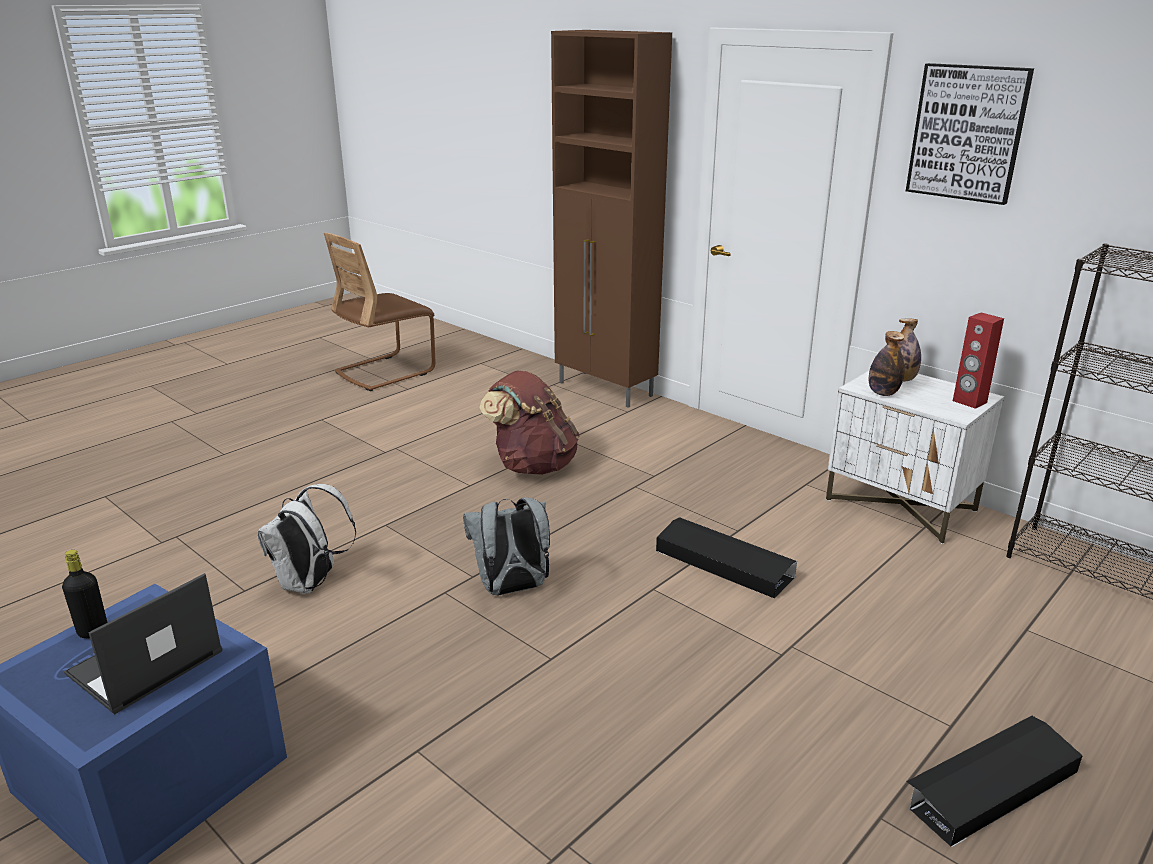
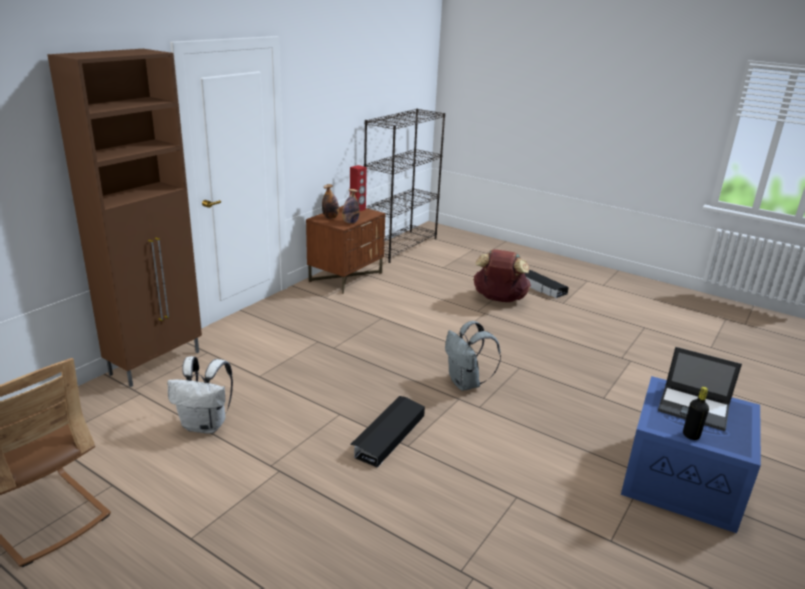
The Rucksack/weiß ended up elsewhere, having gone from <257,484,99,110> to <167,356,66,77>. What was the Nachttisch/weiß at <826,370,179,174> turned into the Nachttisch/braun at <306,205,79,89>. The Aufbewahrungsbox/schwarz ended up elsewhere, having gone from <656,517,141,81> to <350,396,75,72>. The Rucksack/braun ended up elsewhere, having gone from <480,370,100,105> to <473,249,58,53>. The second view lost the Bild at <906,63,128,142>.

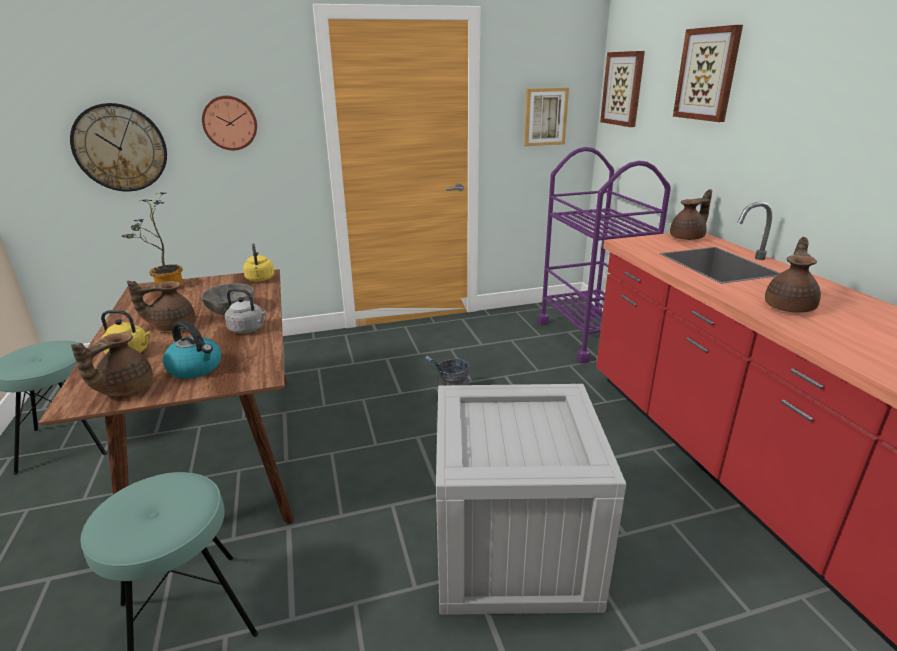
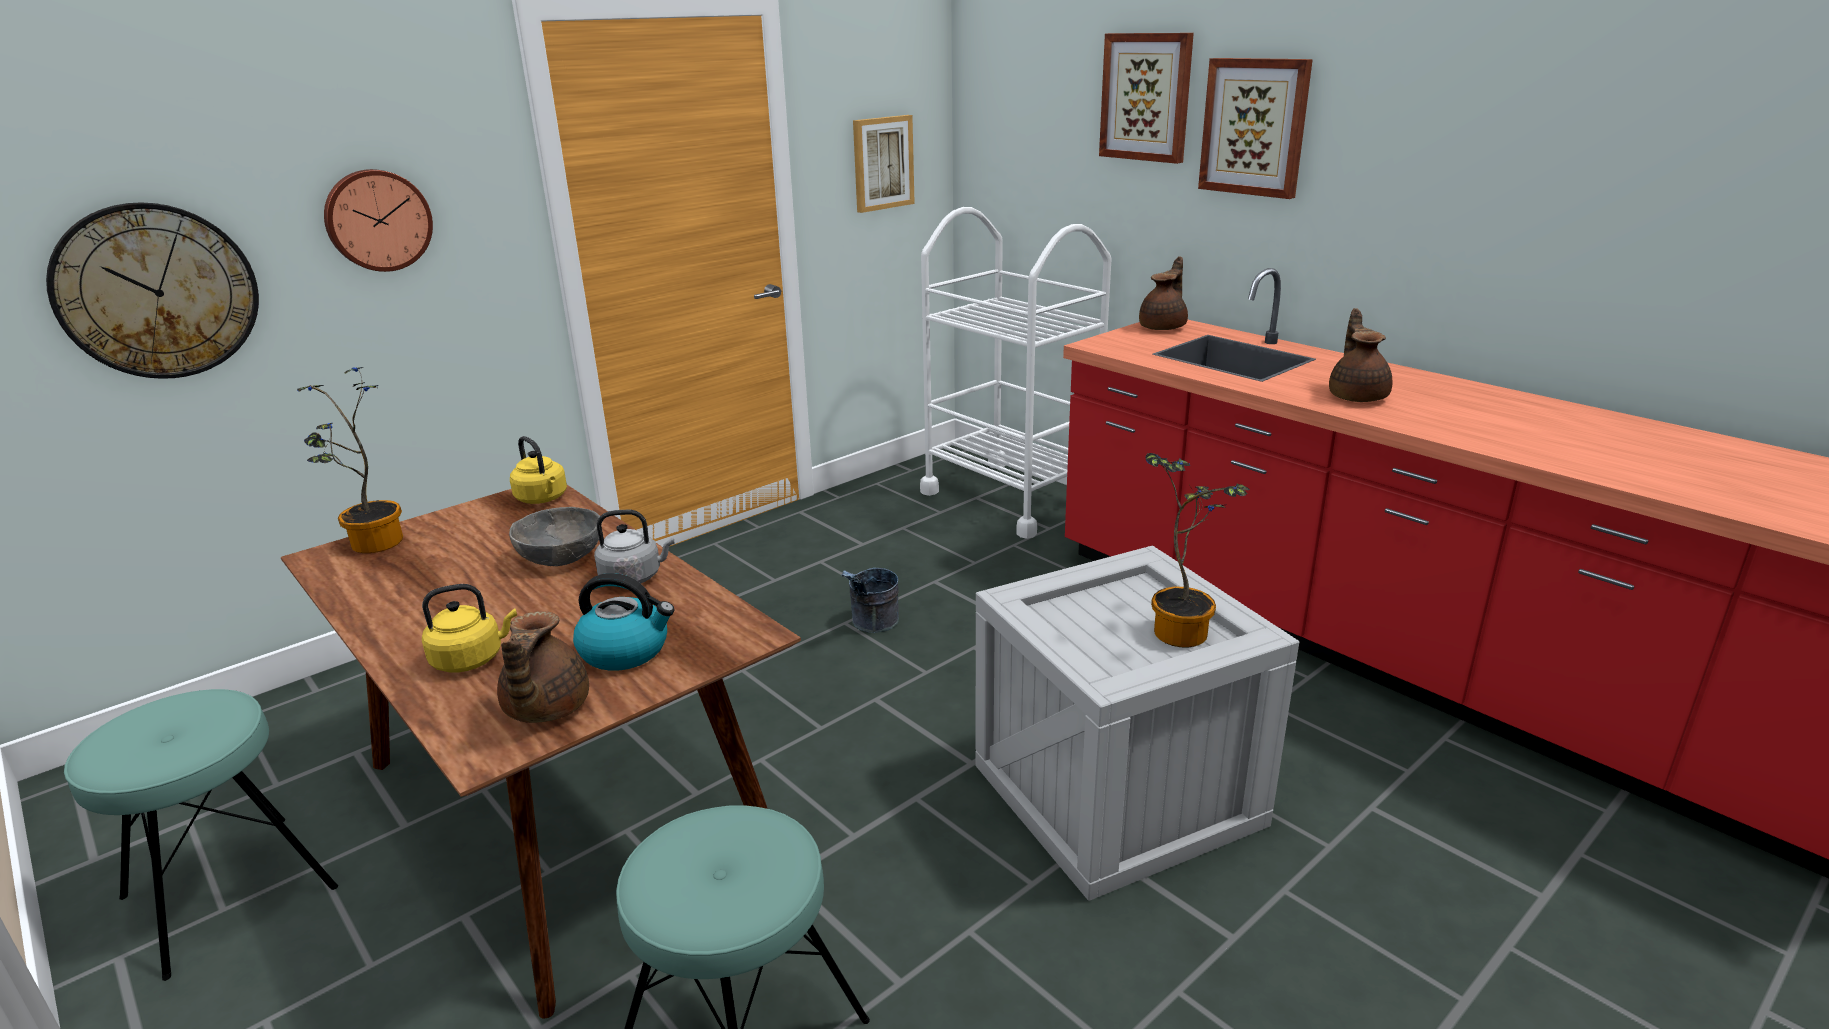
What was the Rollwagen/lila at <537,147,134,217> turned into the Rollwagen/weiß at <920,207,192,332>. The second view gained the Topfpflanze at <1146,453,104,194>. The Bild ended up elsewhere, having gone from <600,51,45,76> to <1198,58,115,141>. The second view lost the Teekanne/braun at <127,280,68,51>.

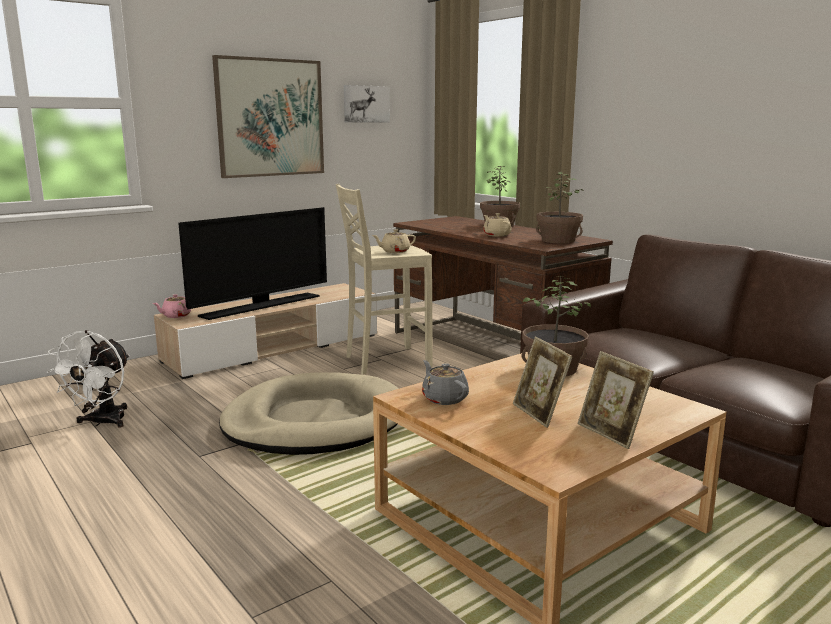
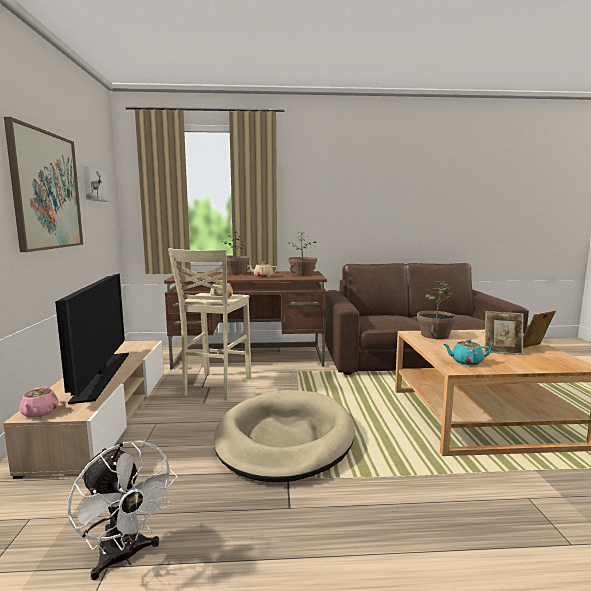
What was the Teekanne/grau at <422,360,47,45> turned into the Teekanne/türkis at <443,339,48,26>. The Bilderrahmen at <578,351,76,98> ended up facing another way, 150 degrees clockwise from before.

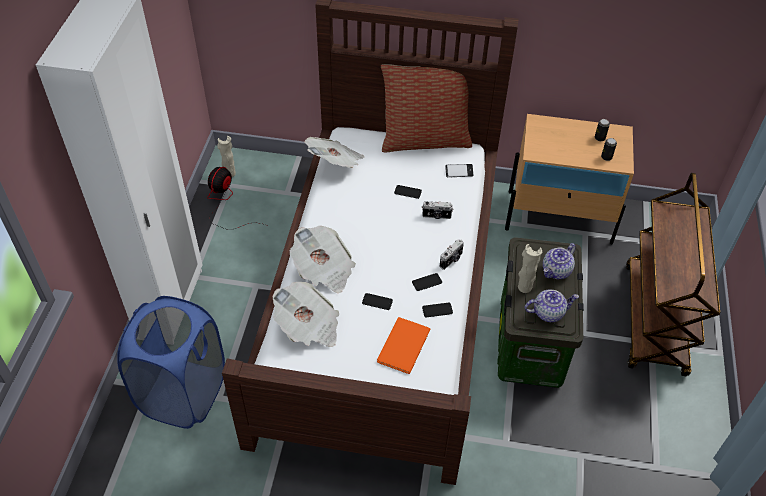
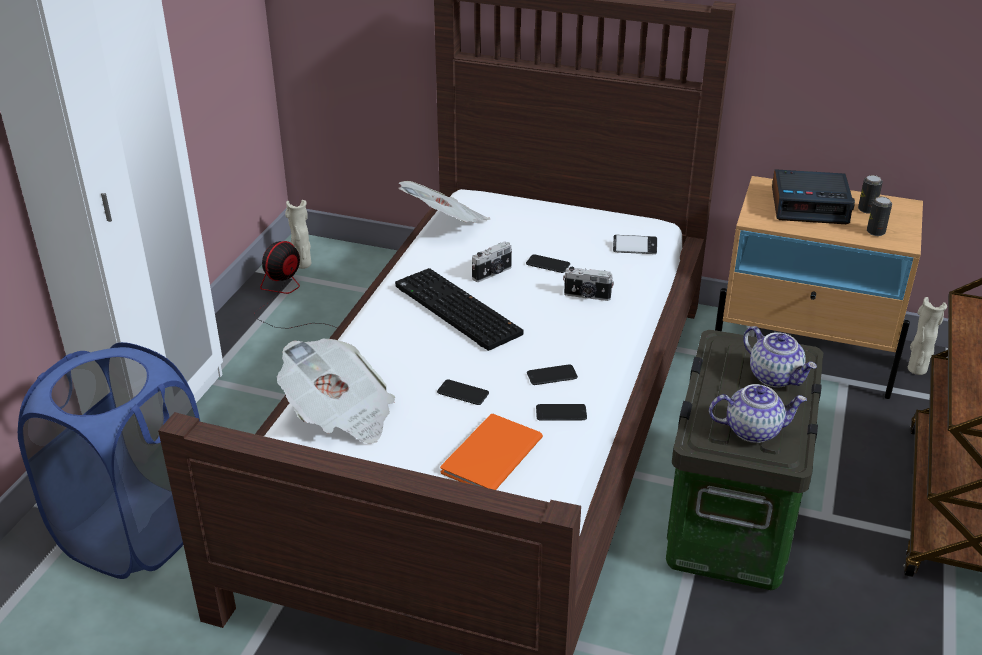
The second view gained the Tastatur at <395,268,129,83>. The Kamera ended up elsewhere, having gone from <440,239,24,31> to <472,241,40,41>. The Teekanne at <543,243,33,36> ended up facing another way, 90 degrees counterclockwise from before. The second view gained the Wecker at <772,169,83,55>. The Vase/beige ended up elsewhere, having gone from <518,244,24,49> to <908,297,39,78>. The second view lost the Zeitung at <290,226,66,67>. The second view lost the Kissen at <381,64,91,88>.

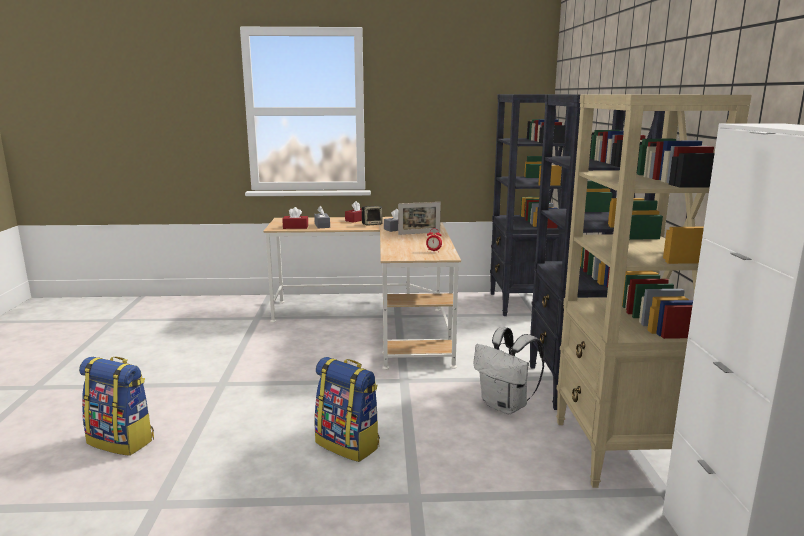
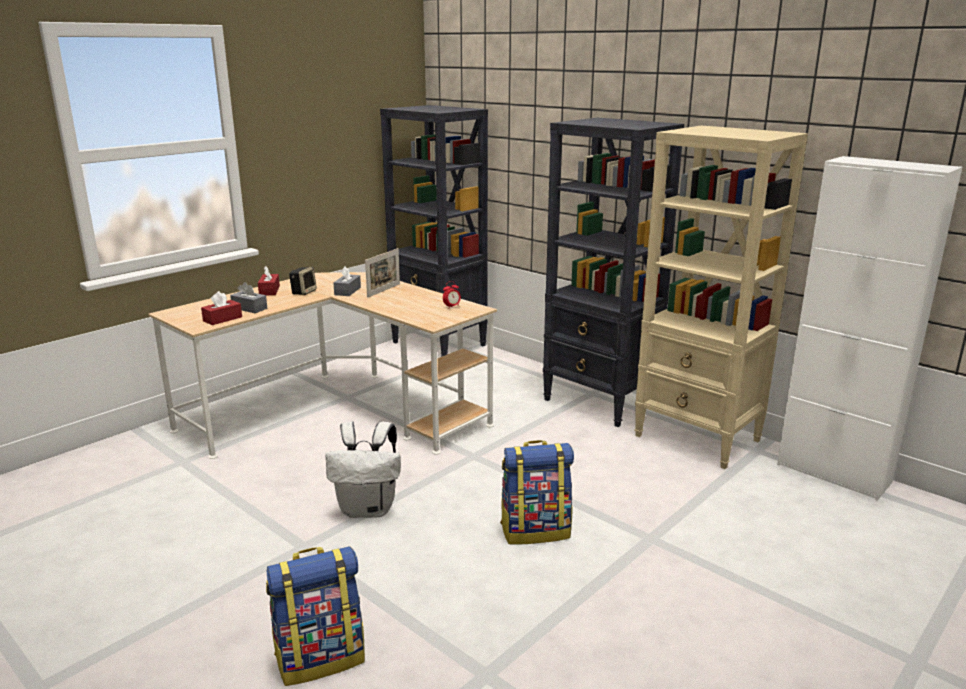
The Rucksack/weiß ended up elsewhere, having gone from <473,327,72,87> to <325,421,76,97>.

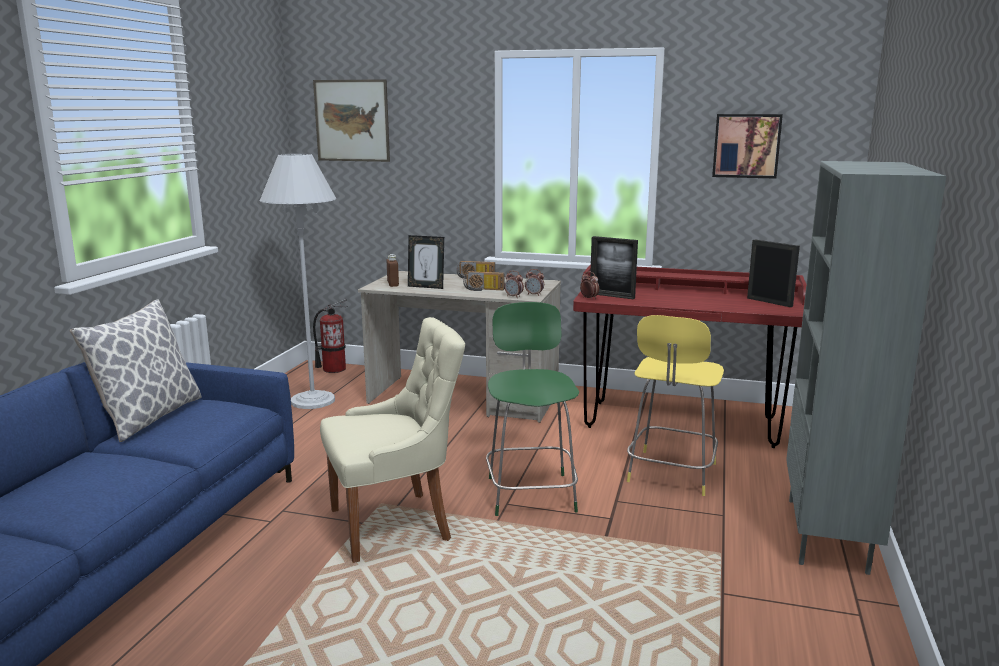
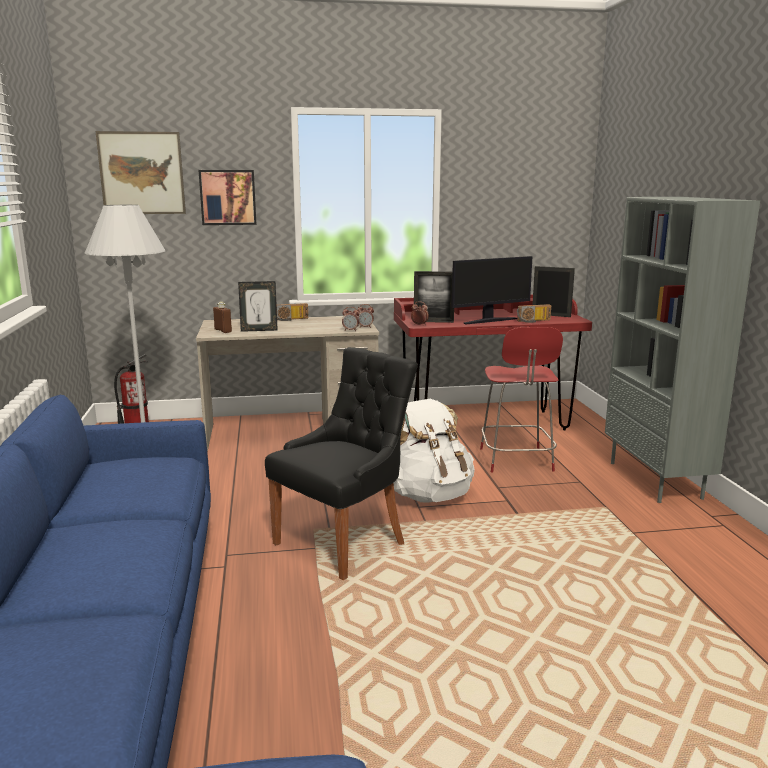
The Bild ended up elsewhere, having gone from <712,114,71,65> to <199,170,57,55>. What was the Stuhl/beige at <320,317,145,246> turned into the Stuhl/schwarz at <265,347,153,233>. Where the Hocker/grün stood at <486,302,93,214>, the Rucksack/weiß came to stand at <394,399,81,103>. The second view gained the Monitor at <451,256,82,68>. What was the Hocker/gelb at <627,315,97,181> turned into the Hocker/rot at <480,327,83,146>. The Radio ended up elsewhere, having gone from <463,271,41,20> to <517,304,34,19>. The second view lost the Kissen at <70,300,131,142>.

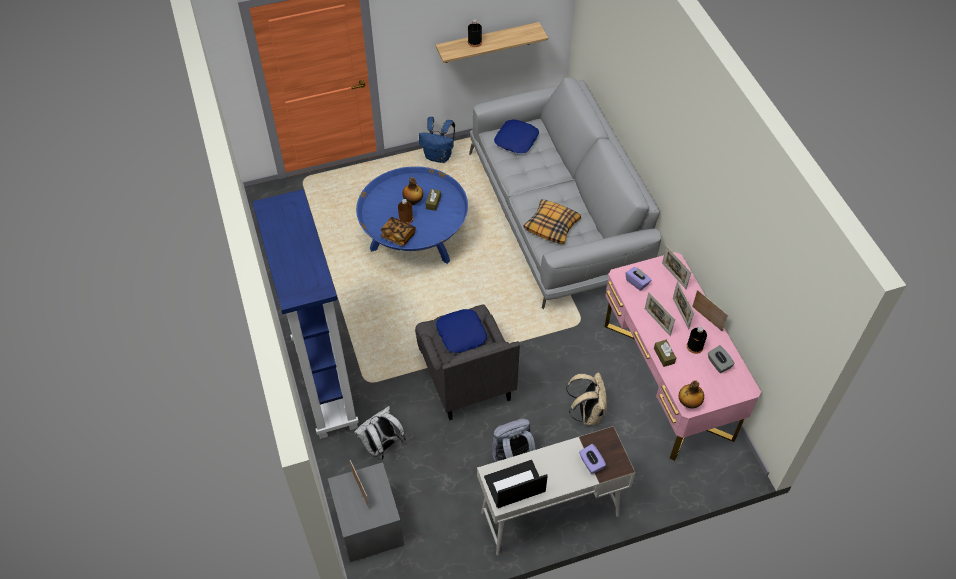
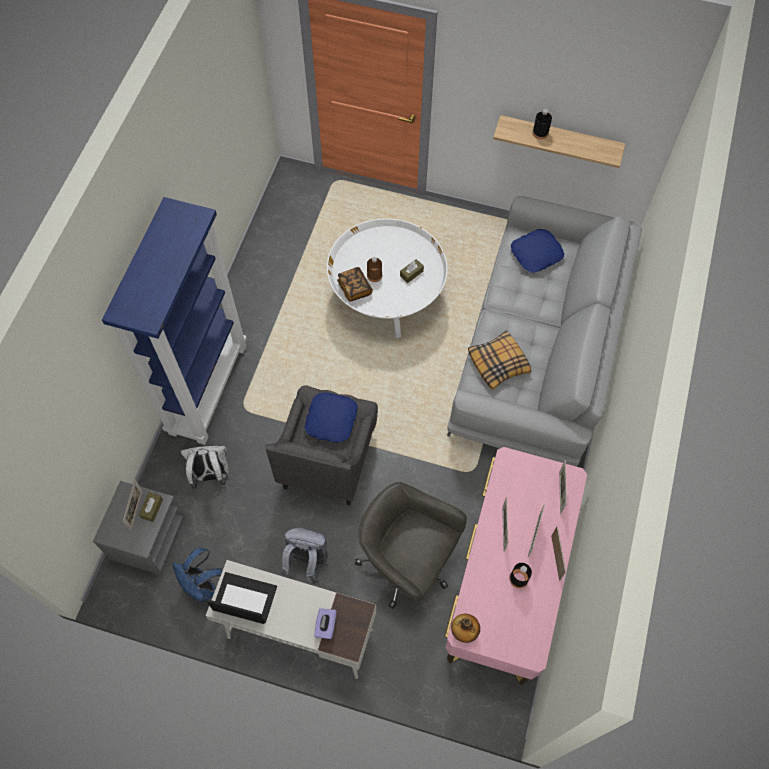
The Taschentuchbox/braun ended up elsewhere, having gone from <654,340,22,27> to <139,492,24,30>. The Rucksack/blau ended up elsewhere, having gone from <419,117,36,46> to <172,548,51,54>. What was the Couchtisch/blau at <356,166,112,98> turned into the Couchtisch/weiß at <327,218,121,120>. Where the Rucksack/beige stood at <566,372,41,53>, the Bürostuhl/grau came to stand at <355,482,112,127>. The second view lost the Flasche at <402,177,21,28>. The second view lost the Taschentuchbox/lila at <625,267,27,24>. The second view lost the Taschentuchbox/grau at <708,345,26,28>.

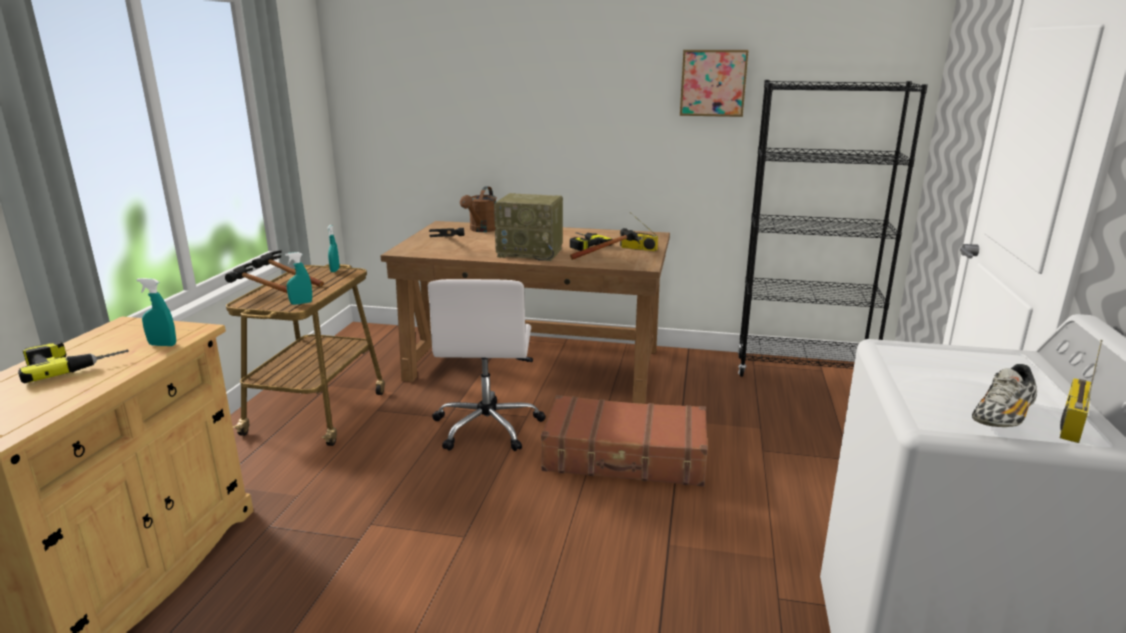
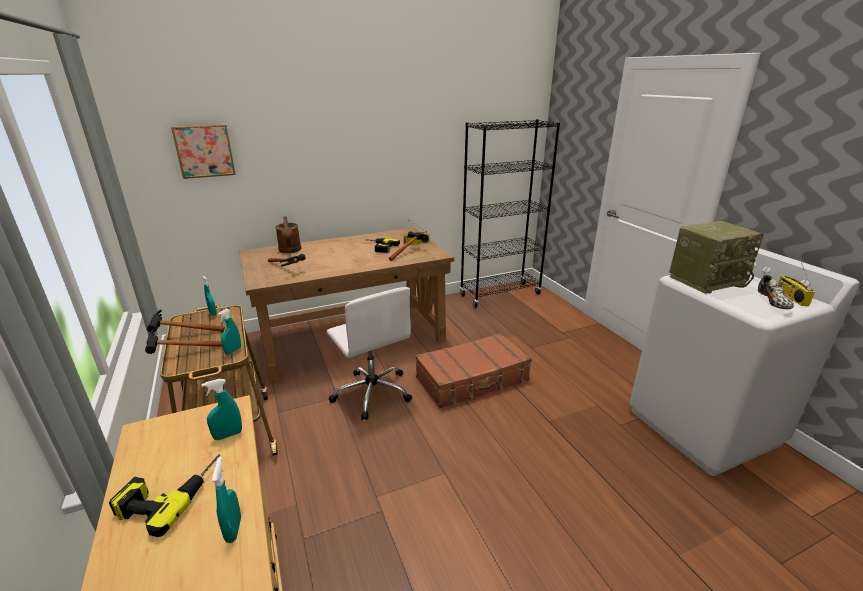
The Bild ended up elsewhere, having gone from <680,50,69,67> to <171,124,65,55>. The second view gained the Sprühflasche/türkis at <212,456,29,87>. The Radio ended up elsewhere, having gone from <494,193,69,68> to <669,221,95,73>.

